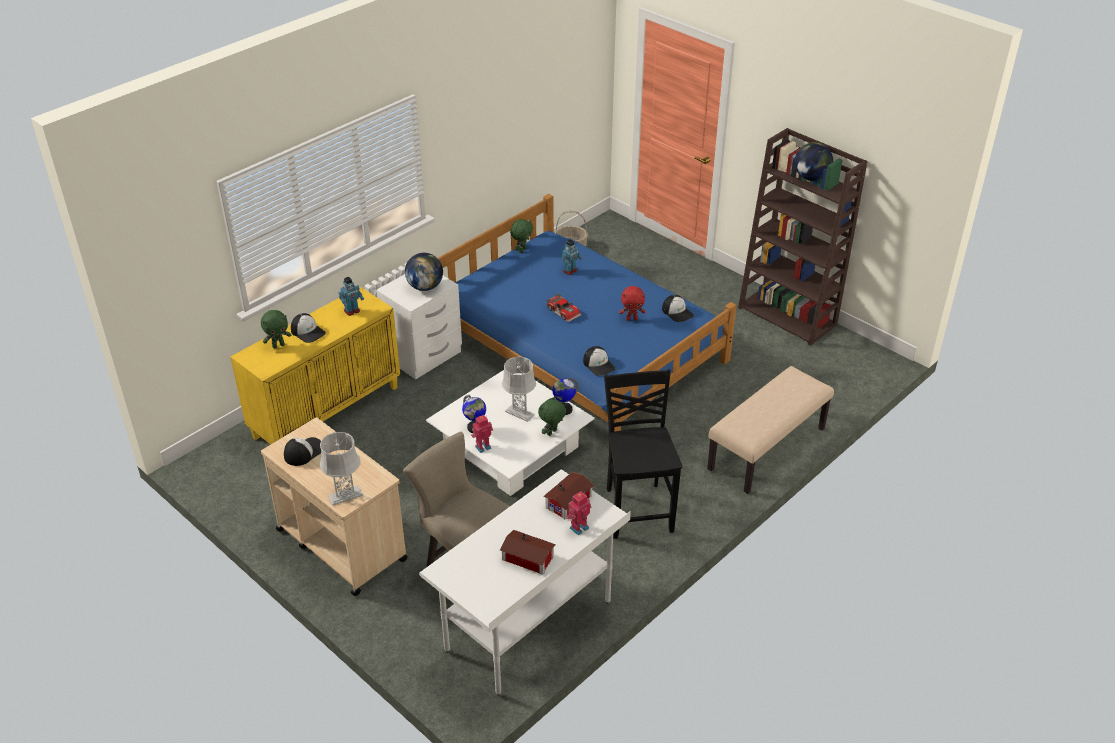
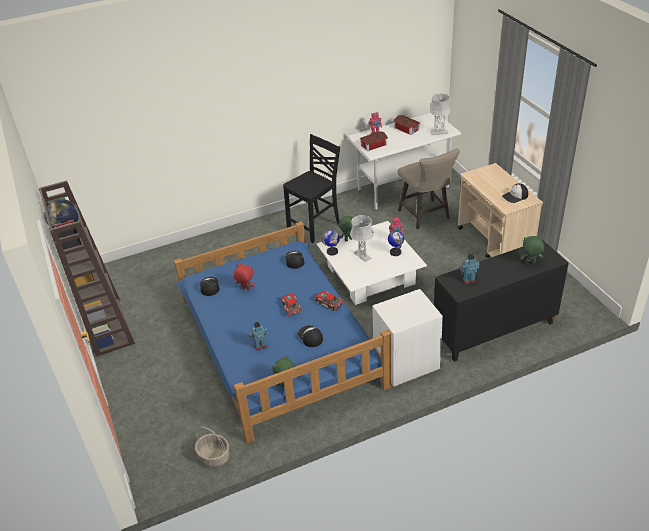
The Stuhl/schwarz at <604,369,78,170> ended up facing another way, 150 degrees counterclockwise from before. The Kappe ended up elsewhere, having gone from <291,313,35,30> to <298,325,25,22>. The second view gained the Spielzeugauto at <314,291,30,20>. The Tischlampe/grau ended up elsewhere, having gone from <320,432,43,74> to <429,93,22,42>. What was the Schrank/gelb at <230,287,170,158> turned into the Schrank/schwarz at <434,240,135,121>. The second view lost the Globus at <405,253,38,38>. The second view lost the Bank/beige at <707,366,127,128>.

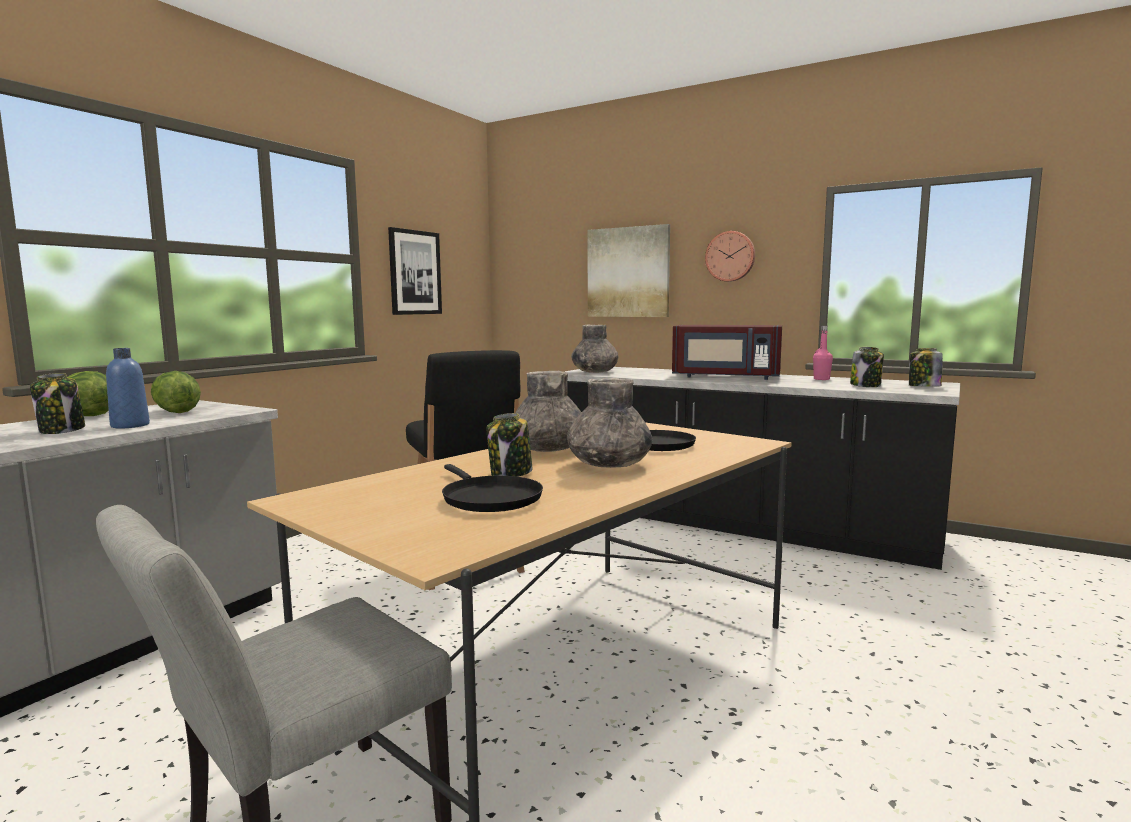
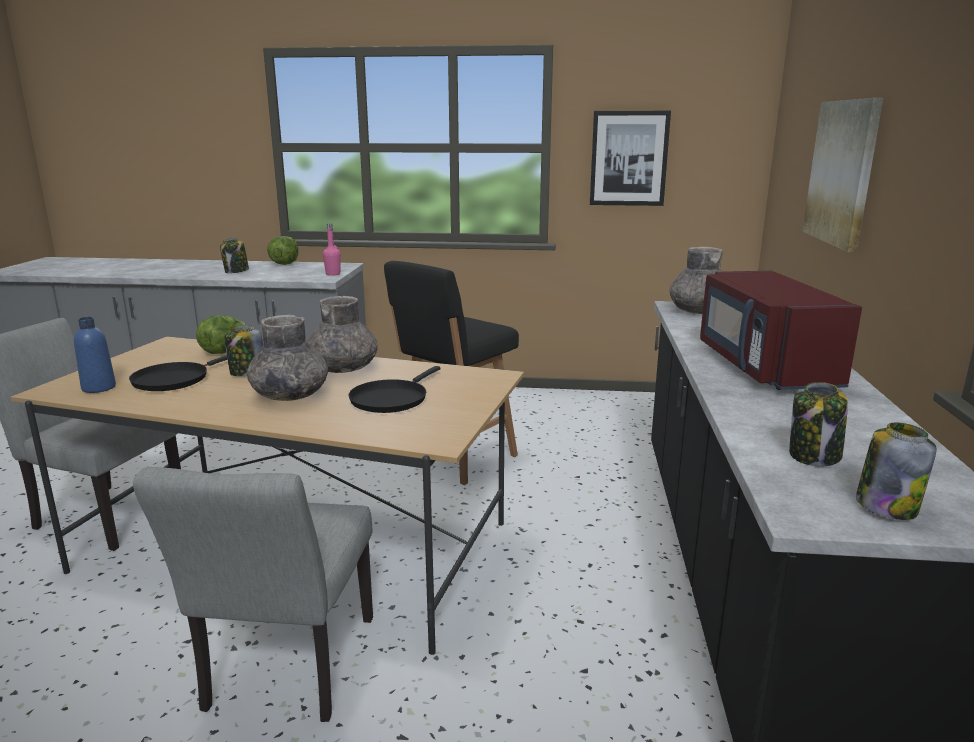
The Flasche/blau ended up elsewhere, having gone from <106,348,44,81> to <74,317,42,76>. The second view gained the Stuhl/grau at <133,467,240,255>. The Salatkopf ended up elsewhere, having gone from <151,371,50,42> to <196,315,50,39>. The Flasche/rosa ended up elsewhere, having gone from <813,326,20,54> to <323,223,18,53>. The second view lost the Wanduhr at <705,231,50,51>.

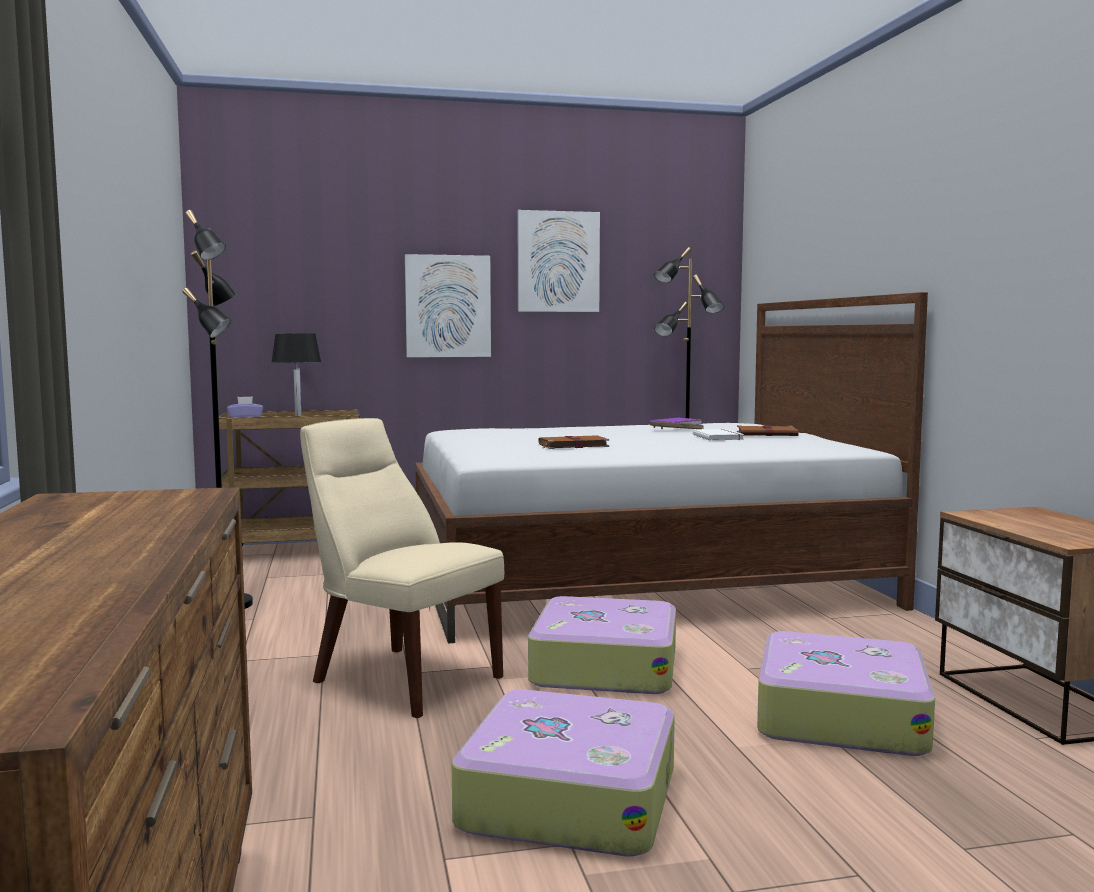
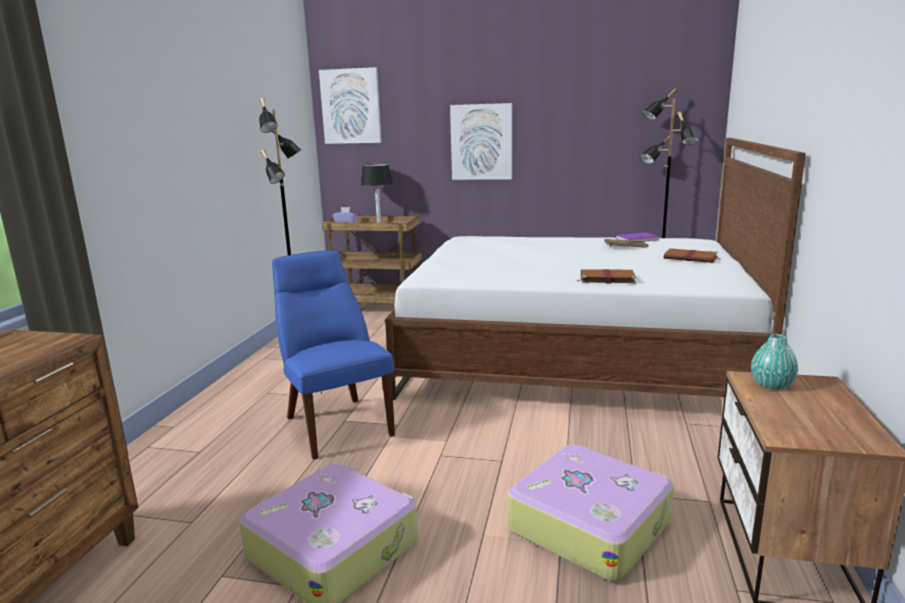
What was the Stuhl/beige at <300,418,204,300> turned into the Stuhl/blau at <272,250,123,210>. The Bild ended up elsewhere, having gone from <518,210,82,102> to <319,67,63,77>. The Buch/braun ended up elsewhere, having gone from <538,435,71,14> to <577,269,59,15>. The second view gained the Vase/türkis at <751,334,47,56>. The second view lost the Koffer at <528,596,148,98>. The second view lost the Buch/weiß at <693,429,51,11>.

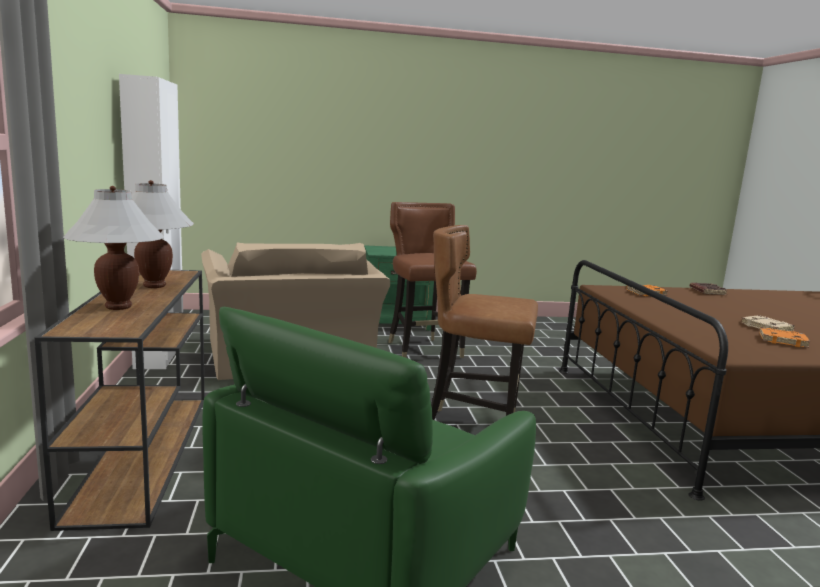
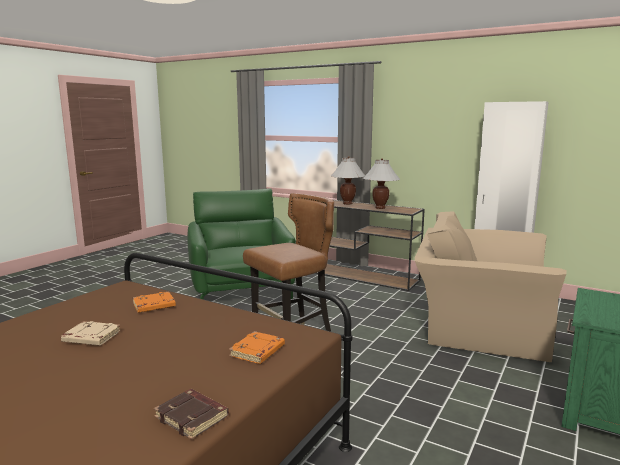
The Buch/orange ended up elsewhere, having gone from <759,327,51,21> to <133,292,43,21>. The second view lost the Stuhl/braun at <388,202,89,156>.

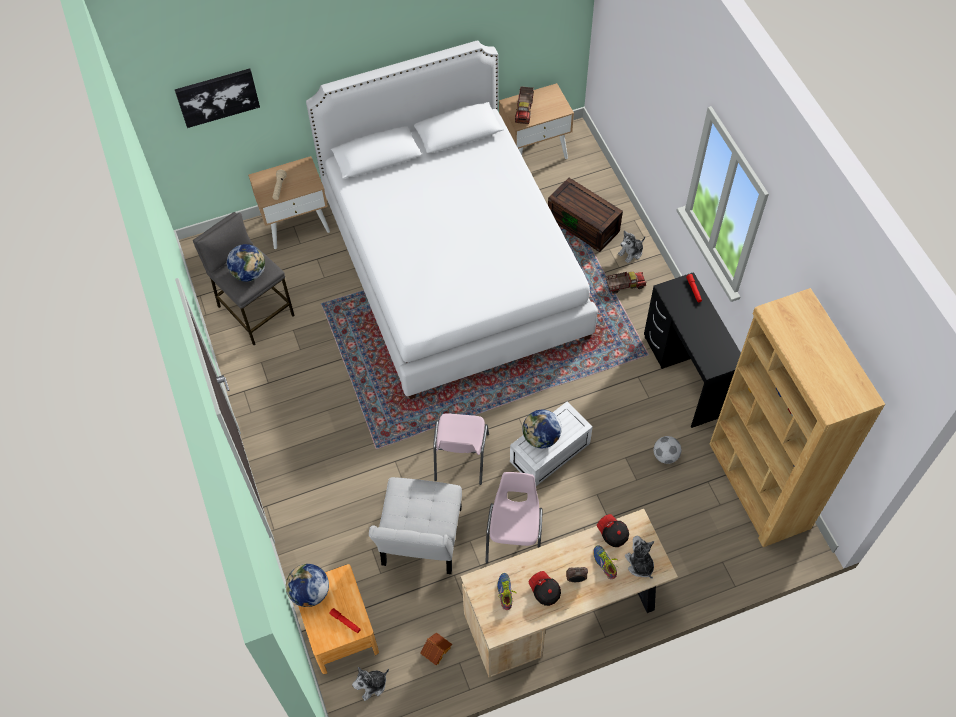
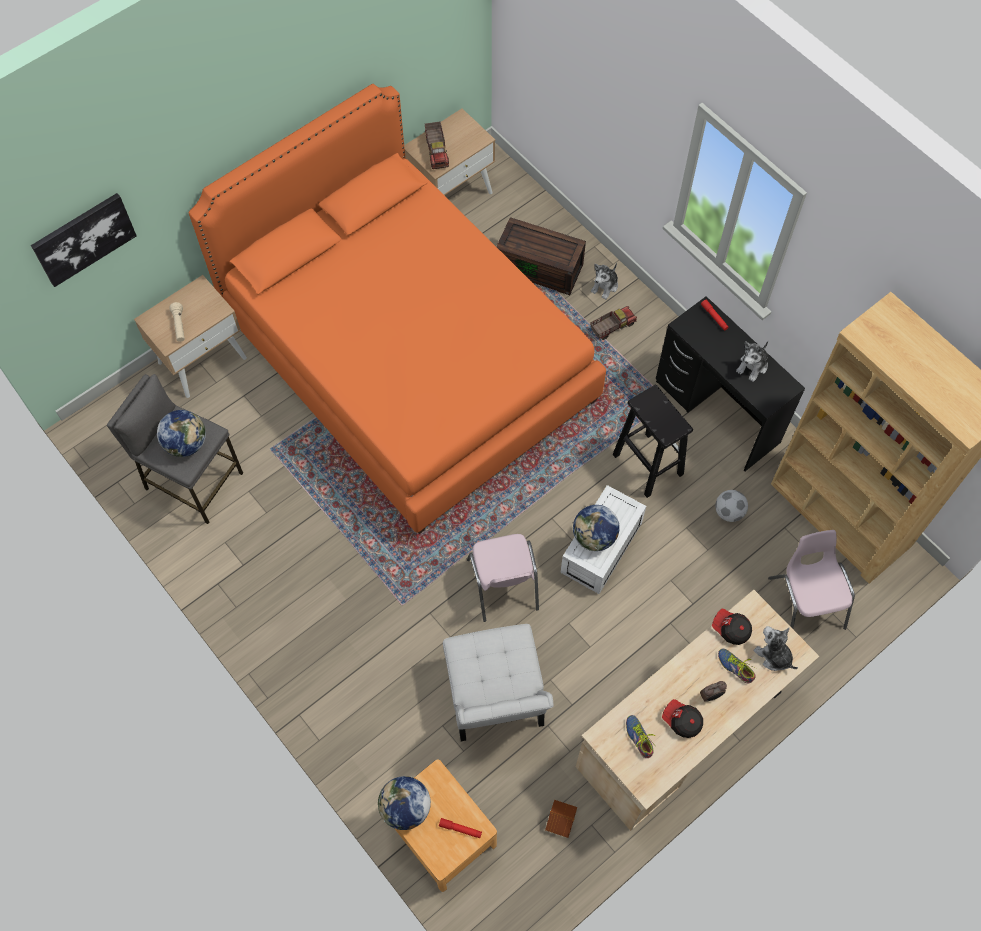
What was the Bett/weiß at <306,40,292,359> turned into the Bett/orange at <189,84,417,450>. The second view gained the Hocker/schwarz at <613,384,80,114>. The Plüschtier ended up elsewhere, having gone from <352,667,37,34> to <736,341,32,41>. The Stuhl/rosa ended up elsewhere, having gone from <486,472,56,91> to <768,530,87,100>.

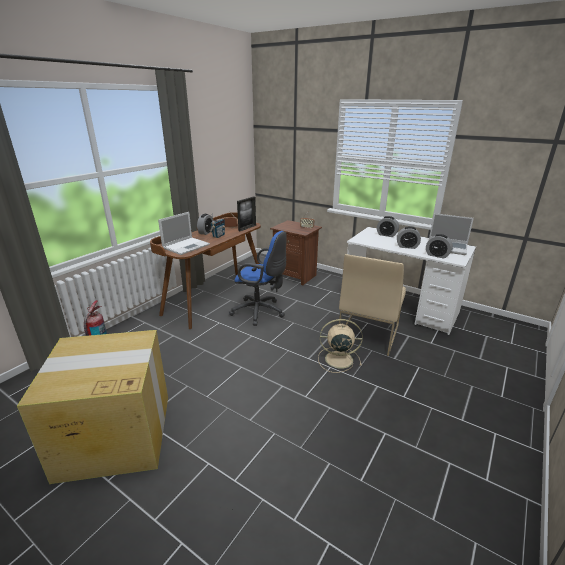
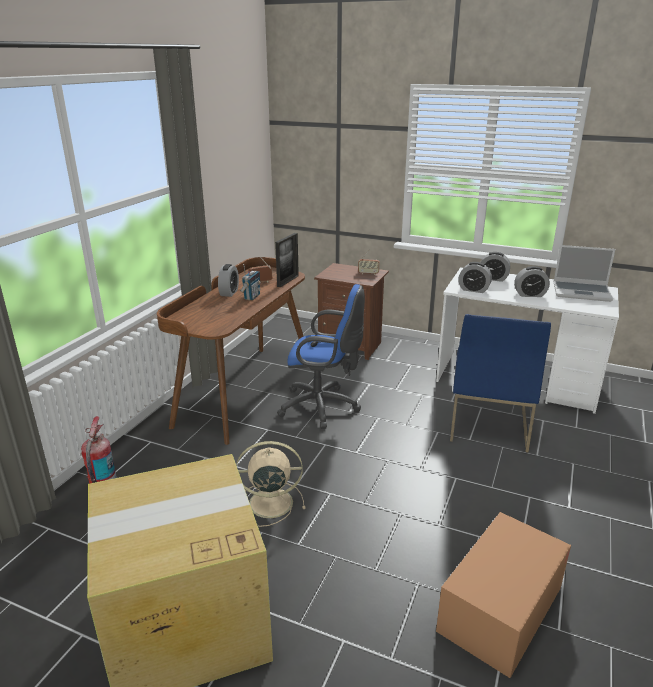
The Ventilator/beige ended up elsewhere, having gone from <318,319,45,54> to <236,441,69,86>. The second view gained the Karton at <436,512,135,166>. What was the Stuhl/beige at <339,254,67,102> turned into the Stuhl/blau at <450,314,101,138>. The Wecker ended up elsewhere, having gone from <426,234,27,25> to <458,262,34,31>. The second view lost the Laptop at <158,212,52,43>.

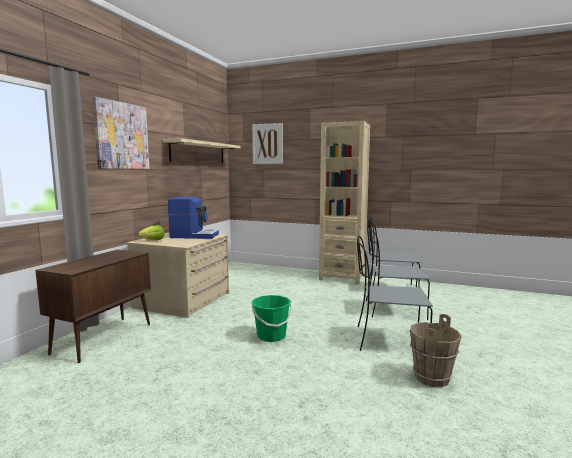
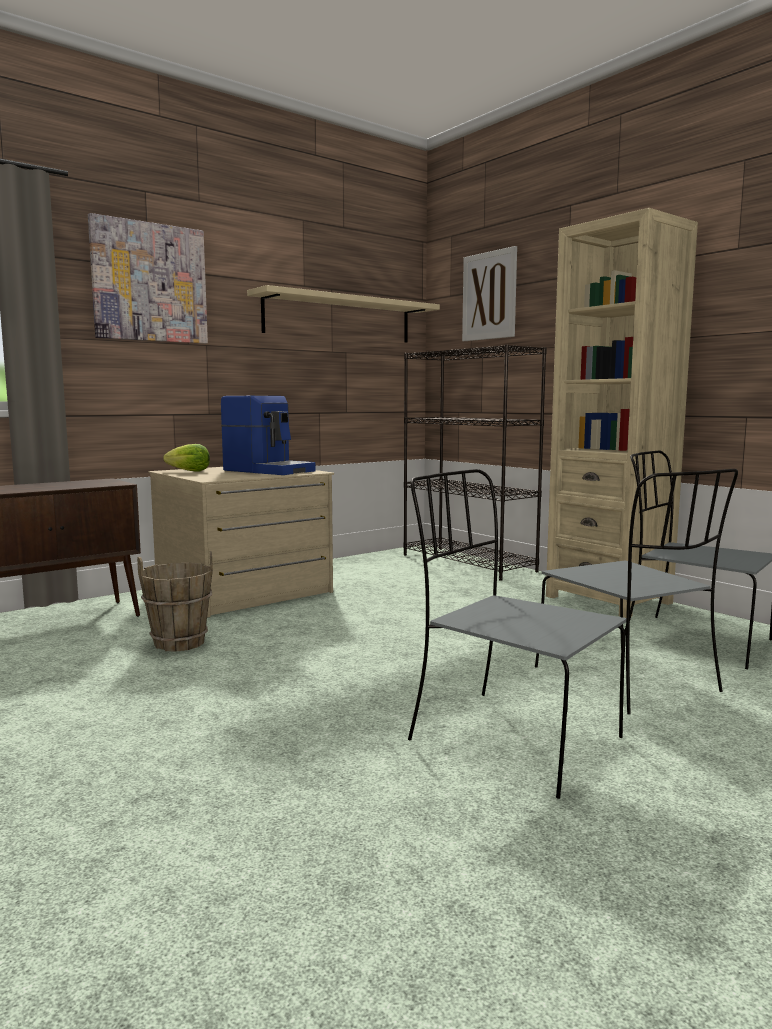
The Eimer/braun ended up elsewhere, having gone from <410,314,52,73> to <137,551,76,101>. The second view gained the Bücherregal/schwarz at <403,345,144,236>. The Stuhl/grau at <366,225,64,95> ended up facing another way, 150 degrees counterclockwise from before. The second view lost the Eimer/grün at <251,295,41,47>.

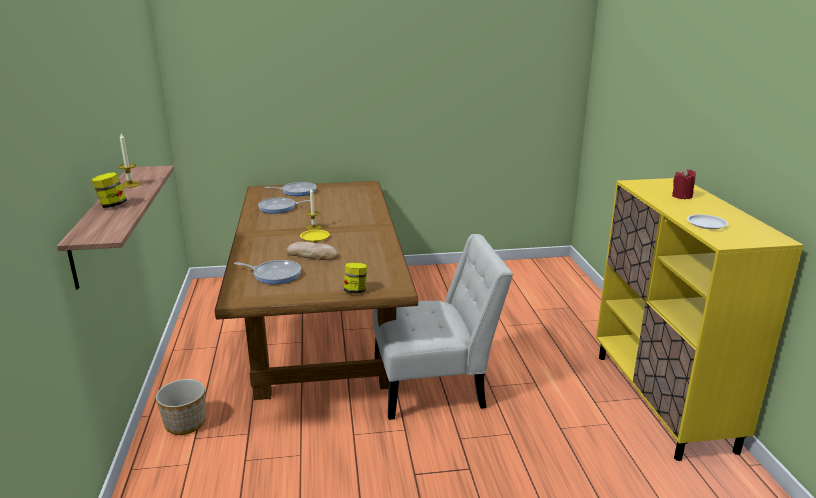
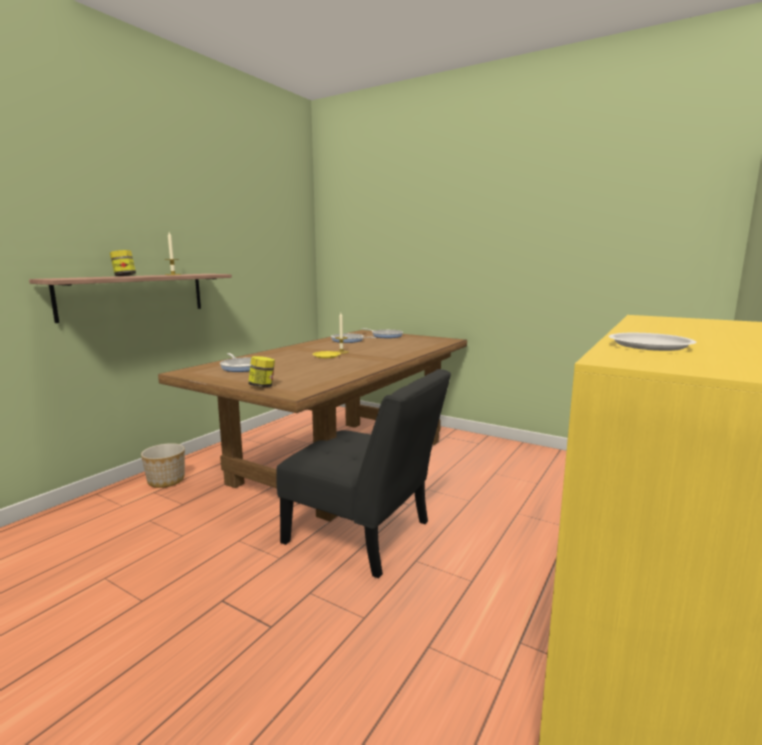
What was the Stuhl/weiß at <373,234,140,186> turned into the Stuhl/schwarz at <276,369,175,209>. The second view lost the Brot at <286,242,53,18>. The second view lost the Kerze/rot at <672,169,24,30>.

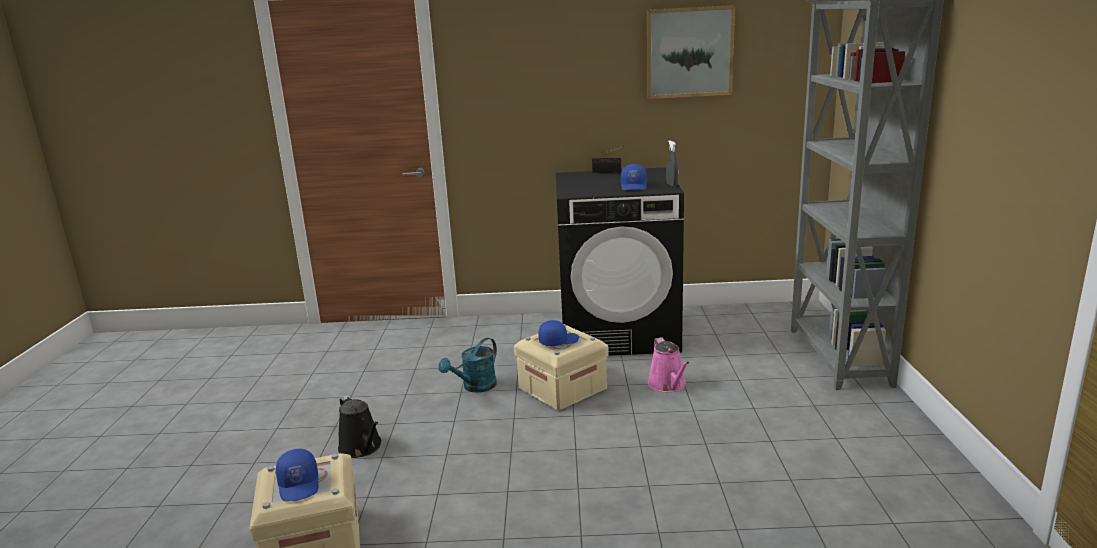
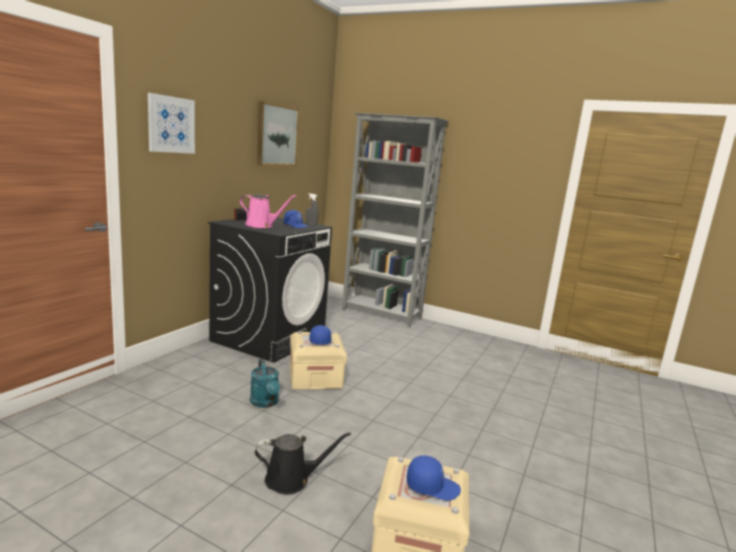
The second view gained the Bild at <148,93,47,61>. The Gießkanne/rosa ended up elsewhere, having gone from <648,337,41,55> to <240,194,57,34>.

